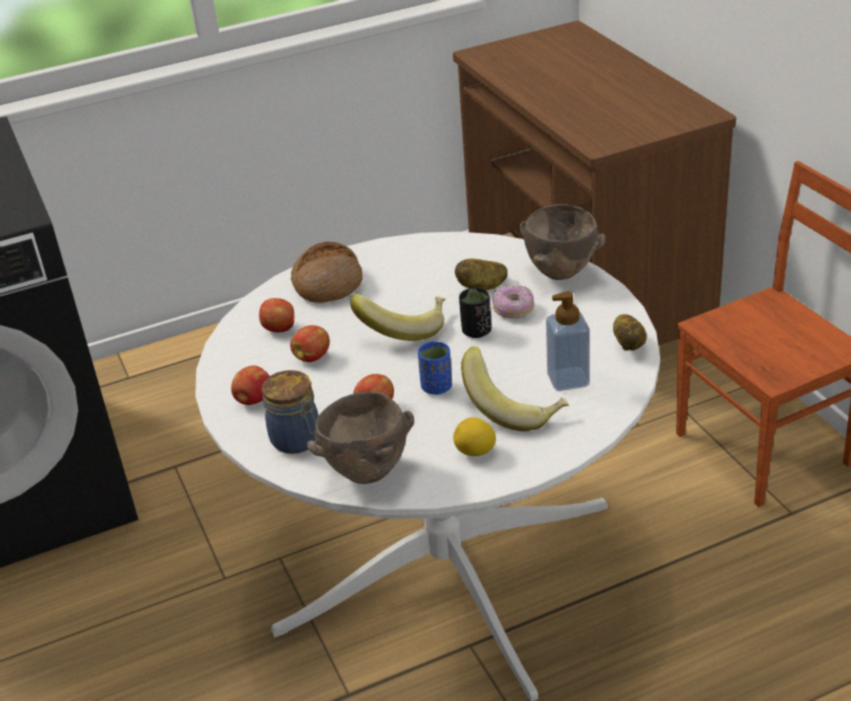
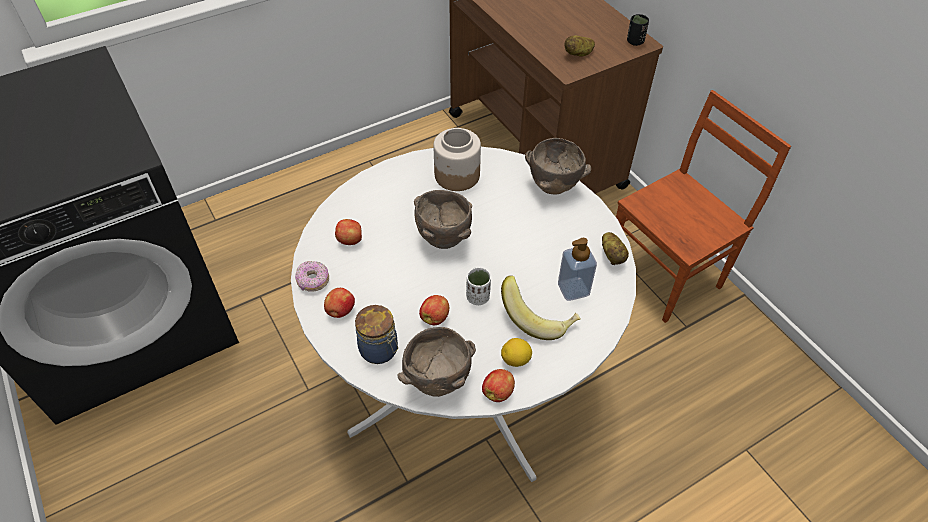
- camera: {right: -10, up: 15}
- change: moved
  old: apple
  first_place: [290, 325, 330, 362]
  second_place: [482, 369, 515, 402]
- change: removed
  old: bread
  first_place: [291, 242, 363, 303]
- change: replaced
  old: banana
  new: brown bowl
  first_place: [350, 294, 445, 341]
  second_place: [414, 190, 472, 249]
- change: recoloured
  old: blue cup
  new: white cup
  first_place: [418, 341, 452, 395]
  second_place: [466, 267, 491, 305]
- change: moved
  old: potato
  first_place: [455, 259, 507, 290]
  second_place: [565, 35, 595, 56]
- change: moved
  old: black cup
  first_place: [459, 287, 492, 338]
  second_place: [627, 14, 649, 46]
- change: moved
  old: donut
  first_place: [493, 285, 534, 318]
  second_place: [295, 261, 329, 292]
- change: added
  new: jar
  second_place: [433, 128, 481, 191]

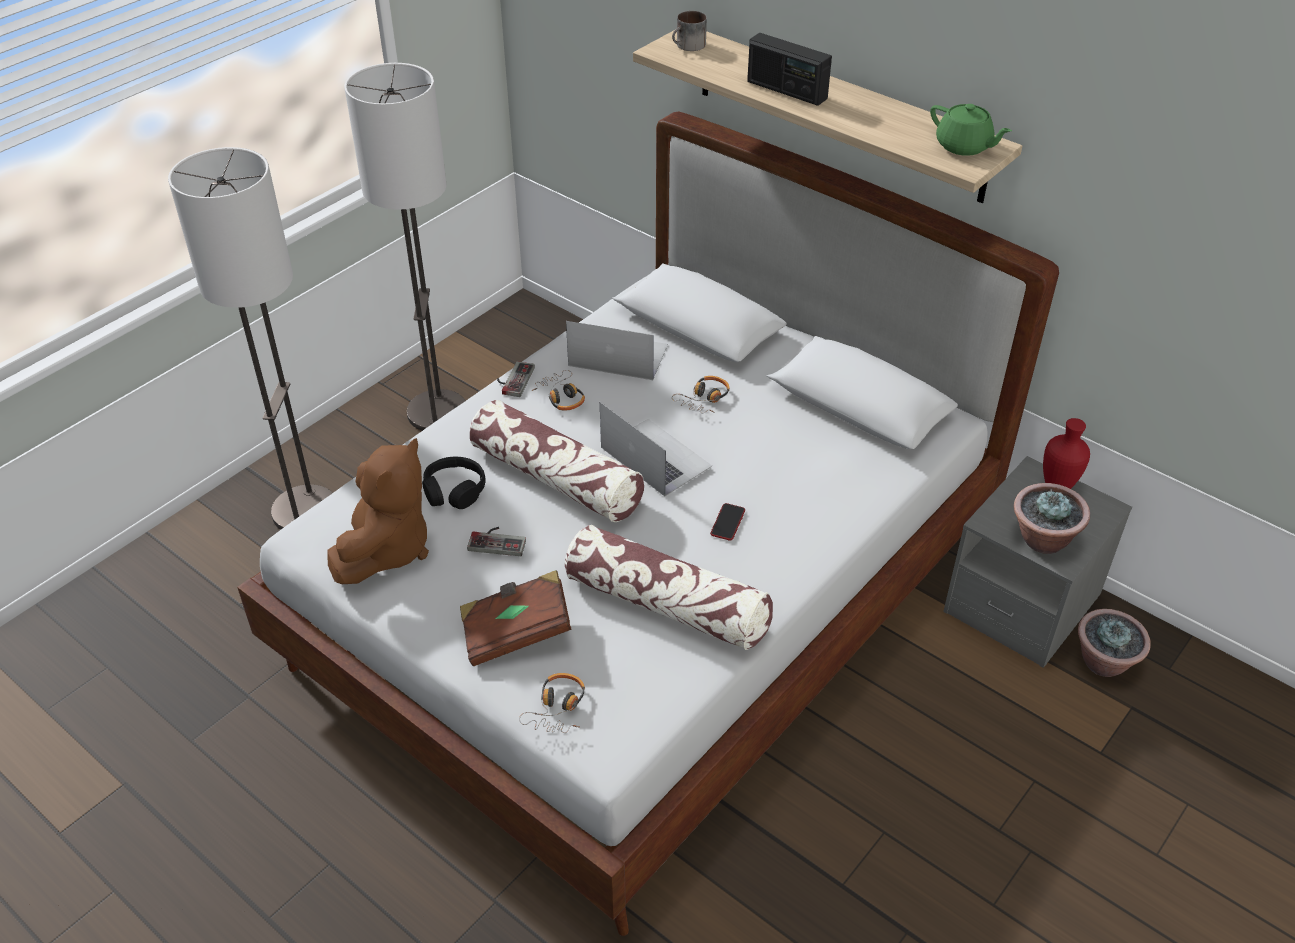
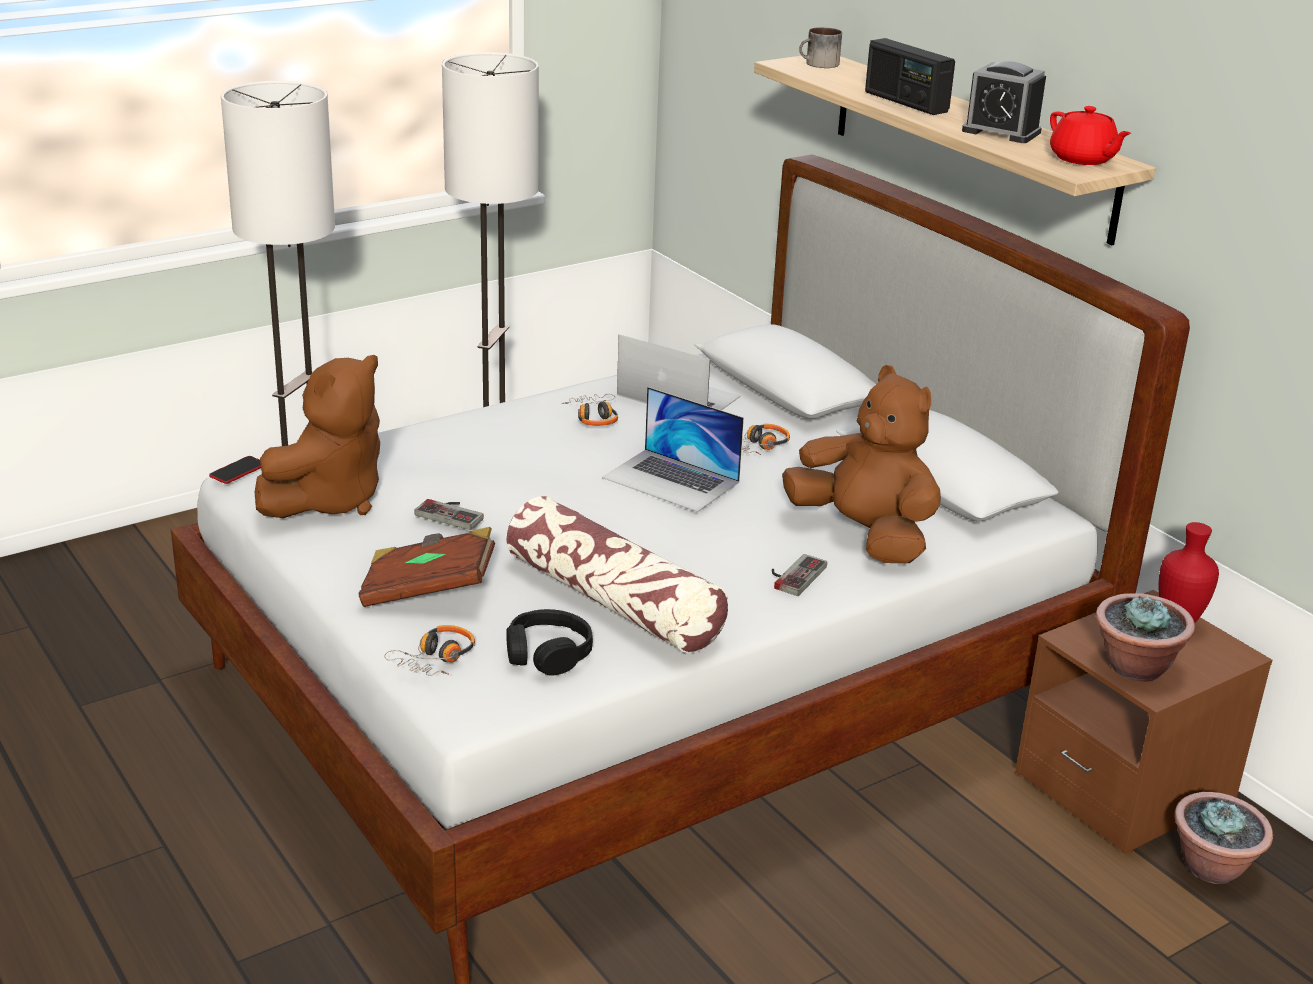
- camera: {right: 15, up: -15}
- change: moved
  old: black headphones
  first_place: [422, 457, 486, 509]
  second_place: [506, 609, 593, 675]
- change: removed
  old: pillow
  first_place: [470, 400, 644, 522]
- change: moved
  old: game controller
  first_place: [497, 361, 535, 397]
  second_place: [772, 554, 827, 596]
- change: turned
  old: laptop
  first_place: [600, 402, 712, 496]
  second_place: [602, 387, 744, 512]
  degrees: 150
- change: moved
  old: phone
  first_place: [710, 503, 745, 541]
  second_place: [209, 456, 261, 484]
- change: recoloured
  old: green teapot
  new: red teapot
  first_place: [930, 104, 1012, 156]
  second_place: [1050, 106, 1131, 165]
- change: recoloured
  old: grey nightstand
  new: brown nightstand
  first_place: [943, 456, 1132, 668]
  second_place: [1015, 590, 1272, 854]
- change: added
  new: brown plush toy
  second_place: [782, 365, 941, 563]
- change: added
  new: alarm clock
  second_place: [962, 61, 1046, 143]

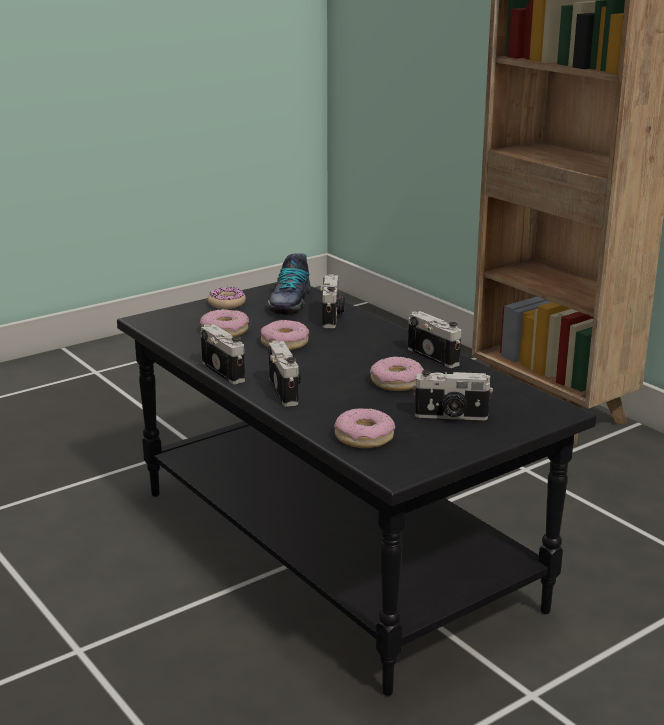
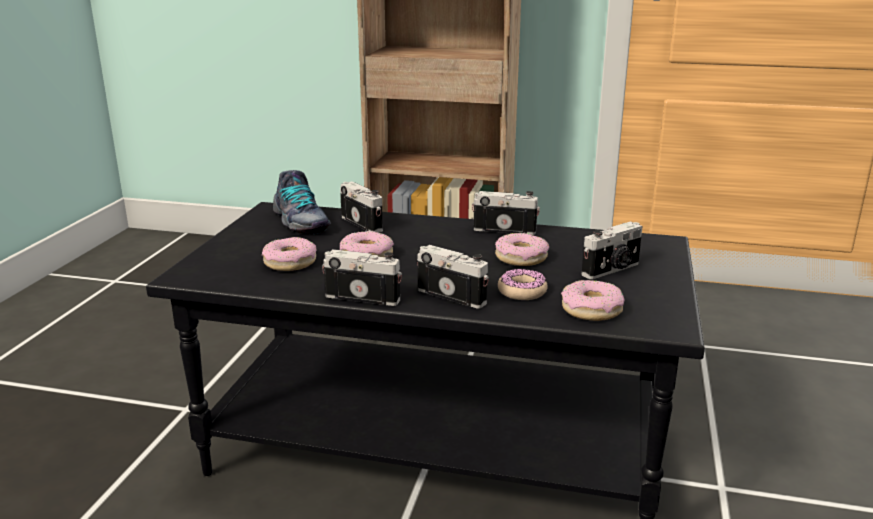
- camera: {right: -40, up: 0}
- change: moved
  old: donut
  first_place: [208, 287, 246, 309]
  second_place: [498, 268, 548, 300]

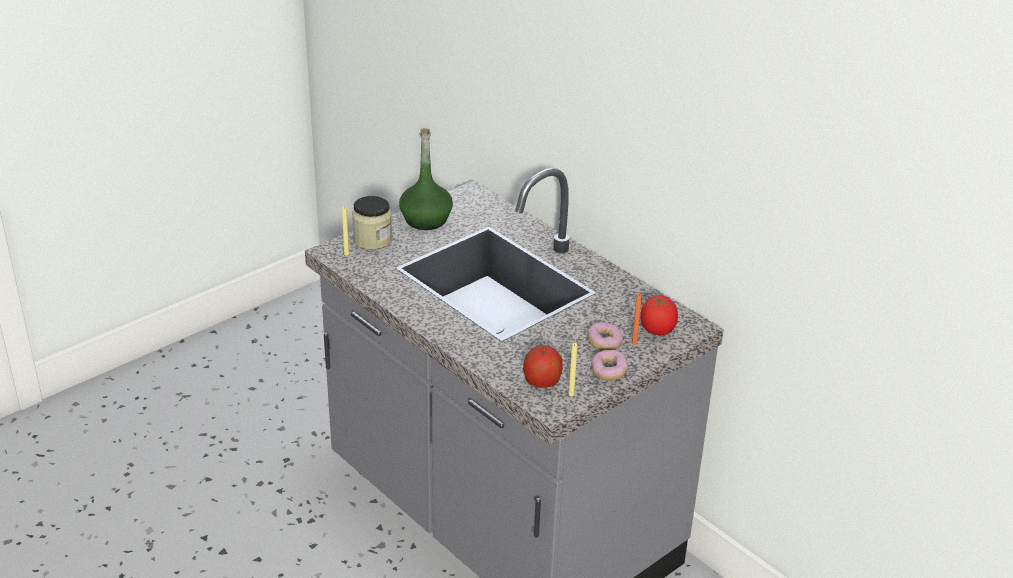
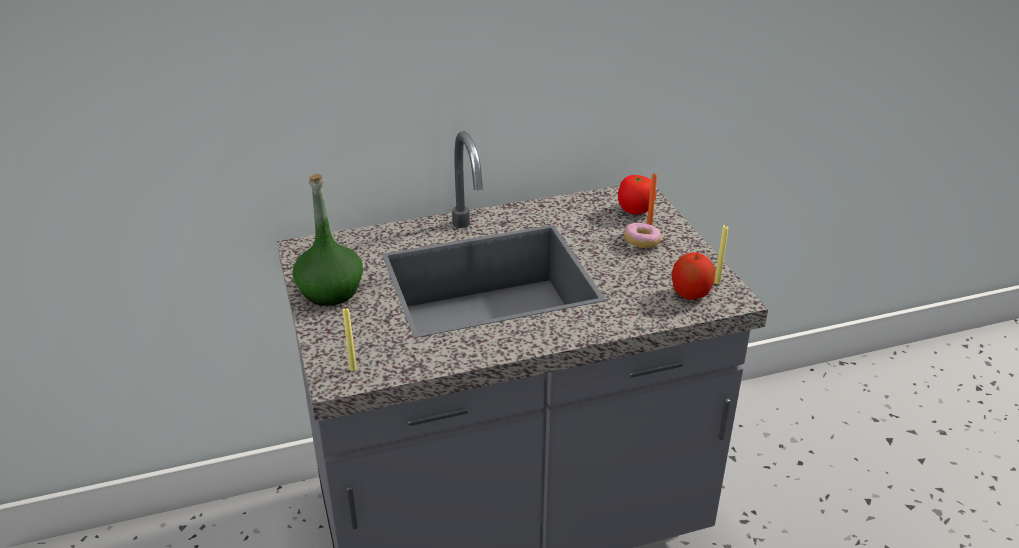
- camera: {right: -65, up: 0}
- change: removed
  old: jar
  first_place: [352, 196, 392, 250]
- change: removed
  old: donut
  first_place: [591, 350, 628, 381]

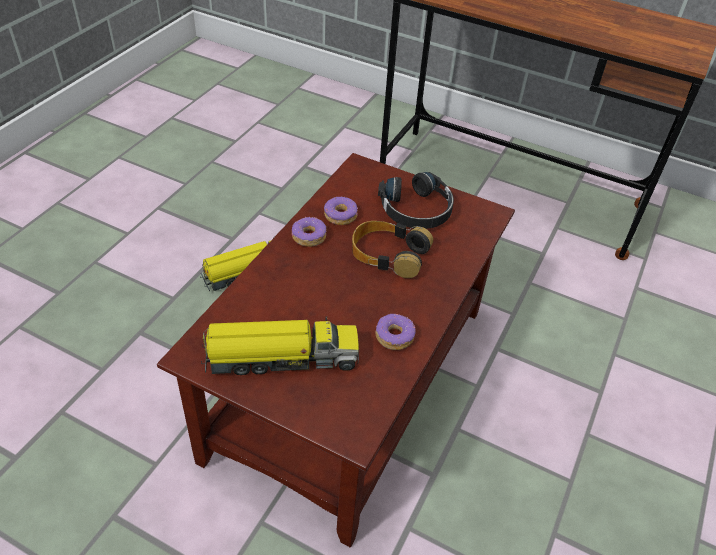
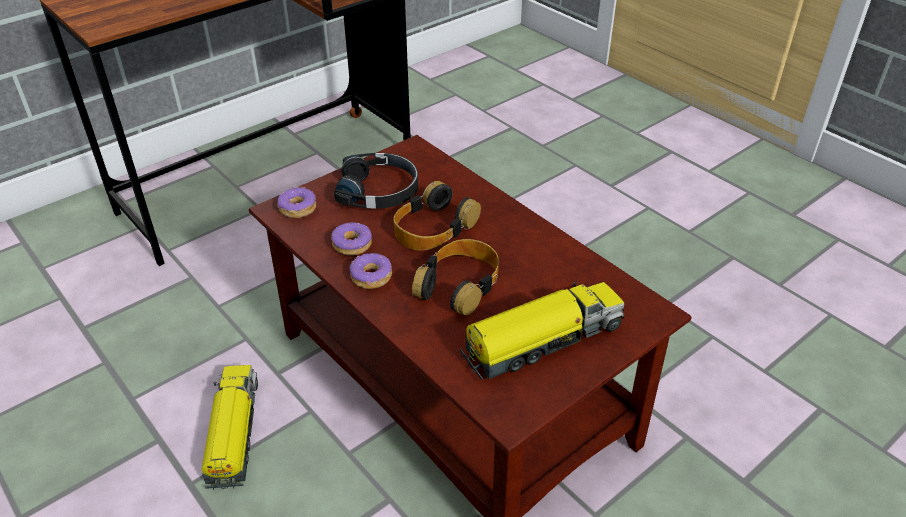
- camera: {right: -65, up: -5}
- change: turned
  old: toy truck
  first_place: [201, 317, 359, 375]
  second_place: [460, 281, 624, 380]
  degrees: 45
- change: moved
  old: donut
  first_place: [375, 314, 416, 350]
  second_place: [277, 187, 316, 218]
- change: added
  new: headphones
  second_place: [412, 239, 499, 315]

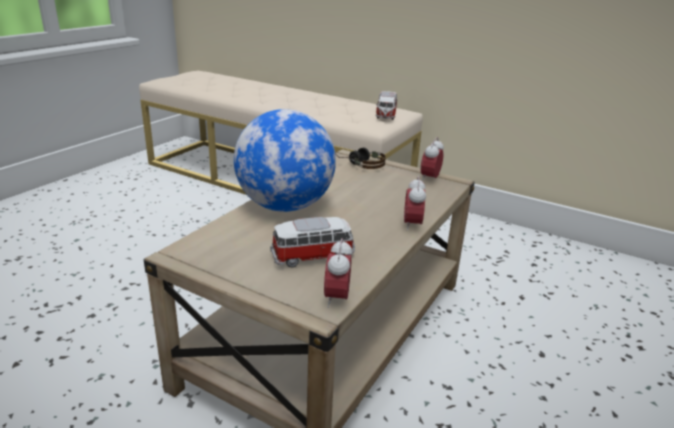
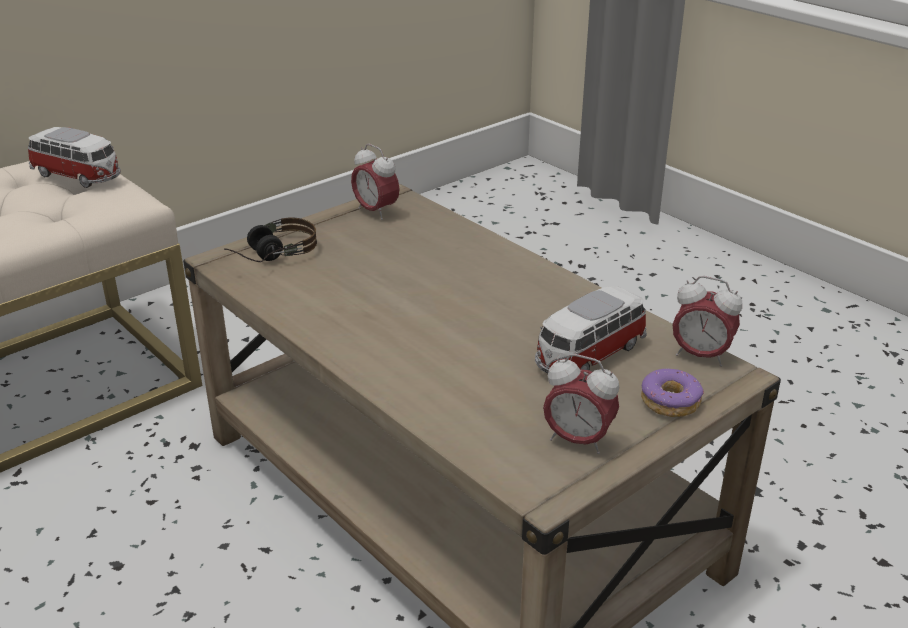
- camera: {right: -70, up: 5}
- change: removed
  old: globe
  first_place: [234, 109, 336, 212]
- change: turned
  old: toy car
  first_place: [270, 217, 355, 268]
  second_place: [535, 286, 647, 374]
  degrees: -135
- change: moved
  old: alarm clock
  first_place: [404, 176, 426, 231]
  second_place: [543, 354, 619, 454]
- change: added
  new: donut
  second_place: [641, 368, 704, 417]

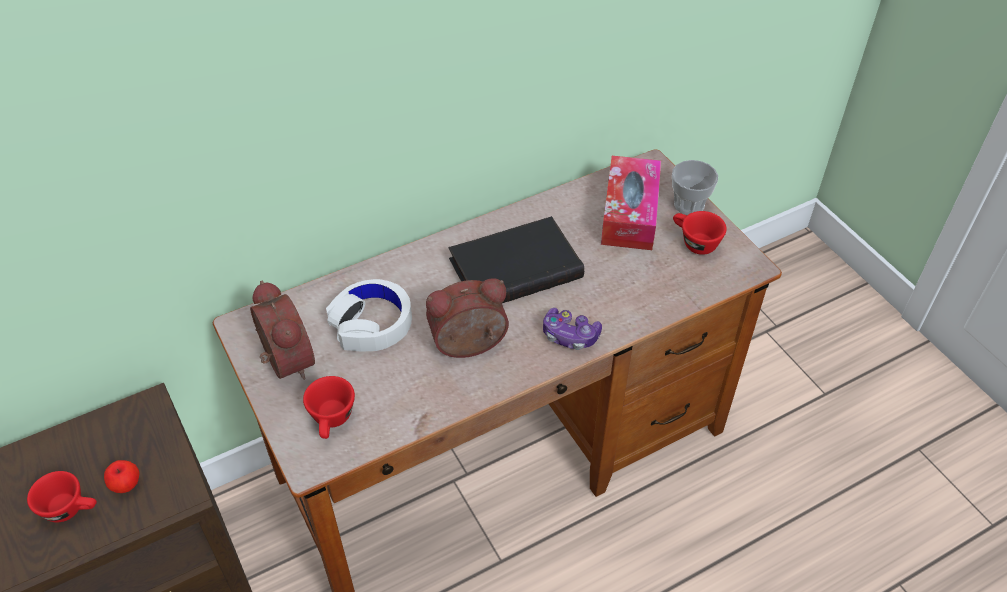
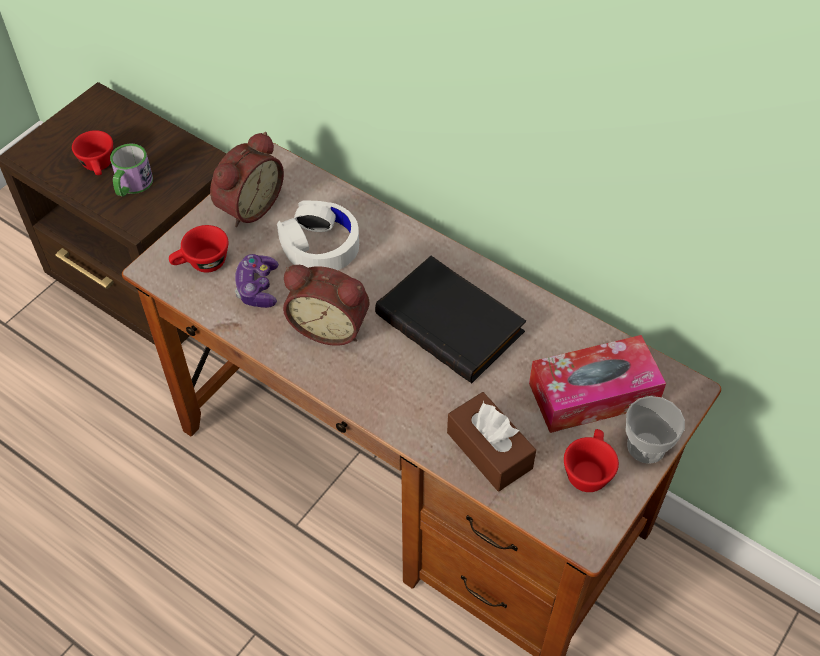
- camera: {right: 65, up: 5}
- change: replaced
  old: apple
  new: mug
  first_place: [104, 460, 140, 493]
  second_place: [110, 143, 153, 196]
- change: turned
  old: alarm clock
  first_place: [426, 278, 509, 358]
  second_place: [283, 265, 370, 346]
  degrees: 150
- change: moved
  old: game controller
  first_place: [543, 308, 602, 350]
  second_place: [235, 254, 279, 308]
- change: added
  new: brown tissue box
  second_place: [447, 392, 536, 491]

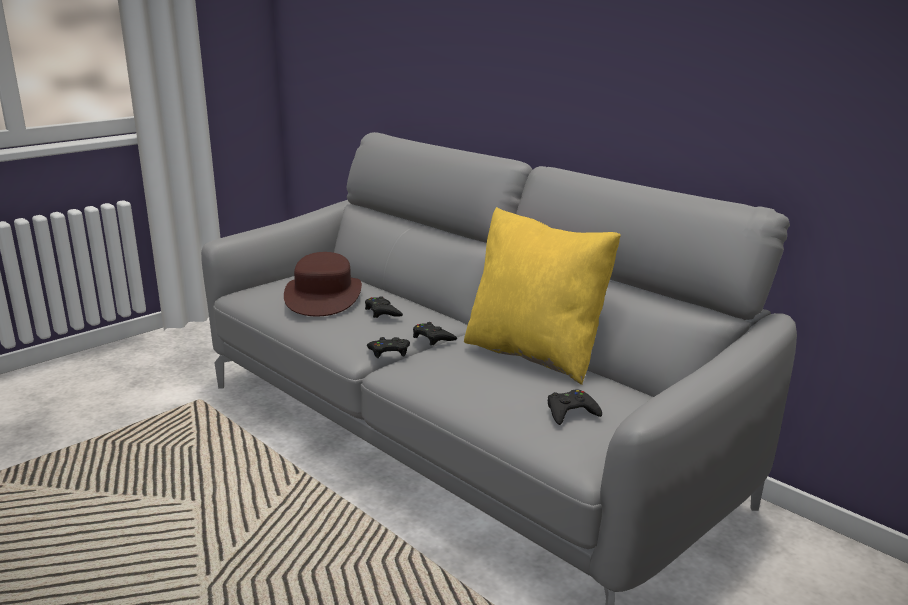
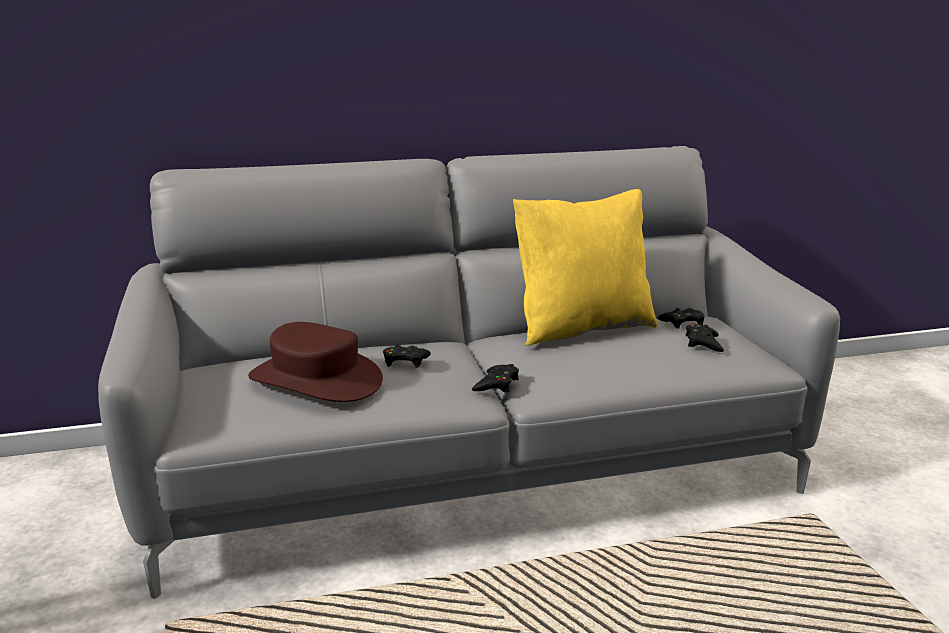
- camera: {right: -60, up: 0}
- change: moved
  old: black game controller
  first_place: [413, 322, 457, 345]
  second_place: [658, 308, 705, 328]

